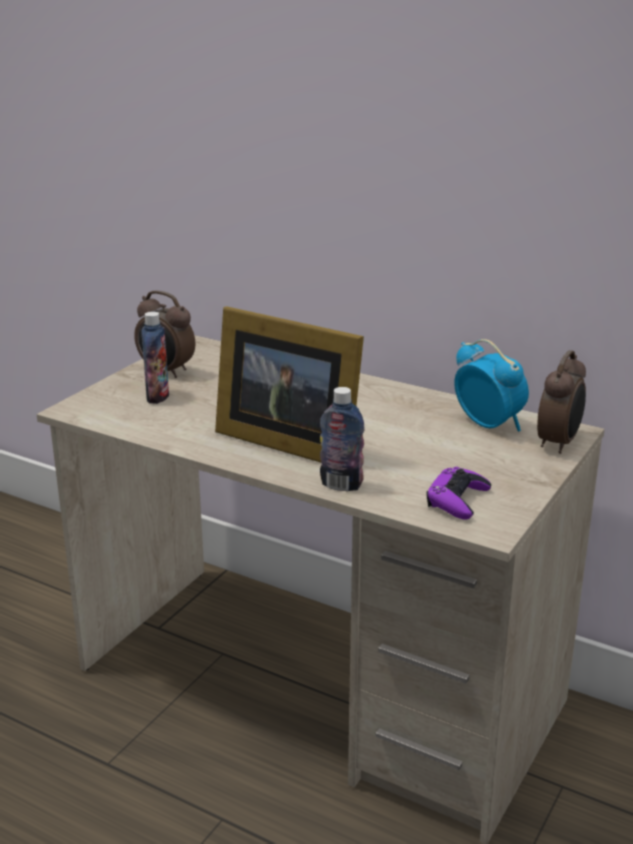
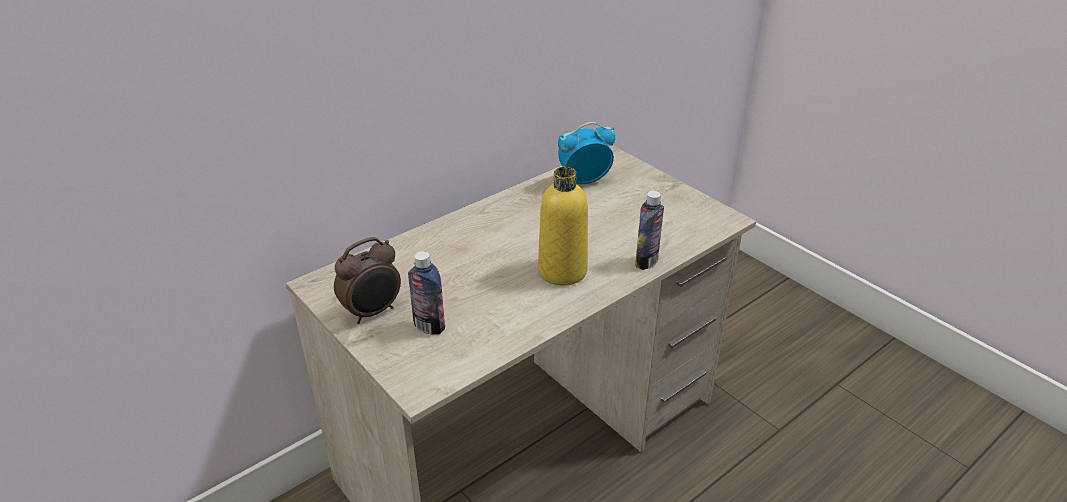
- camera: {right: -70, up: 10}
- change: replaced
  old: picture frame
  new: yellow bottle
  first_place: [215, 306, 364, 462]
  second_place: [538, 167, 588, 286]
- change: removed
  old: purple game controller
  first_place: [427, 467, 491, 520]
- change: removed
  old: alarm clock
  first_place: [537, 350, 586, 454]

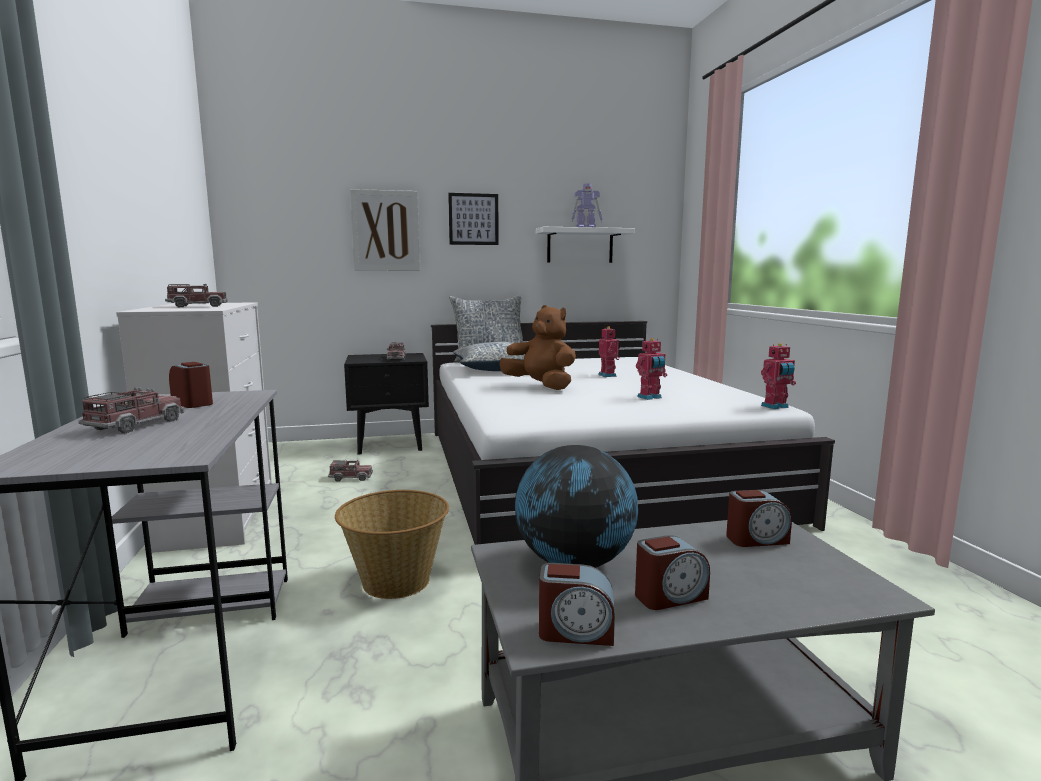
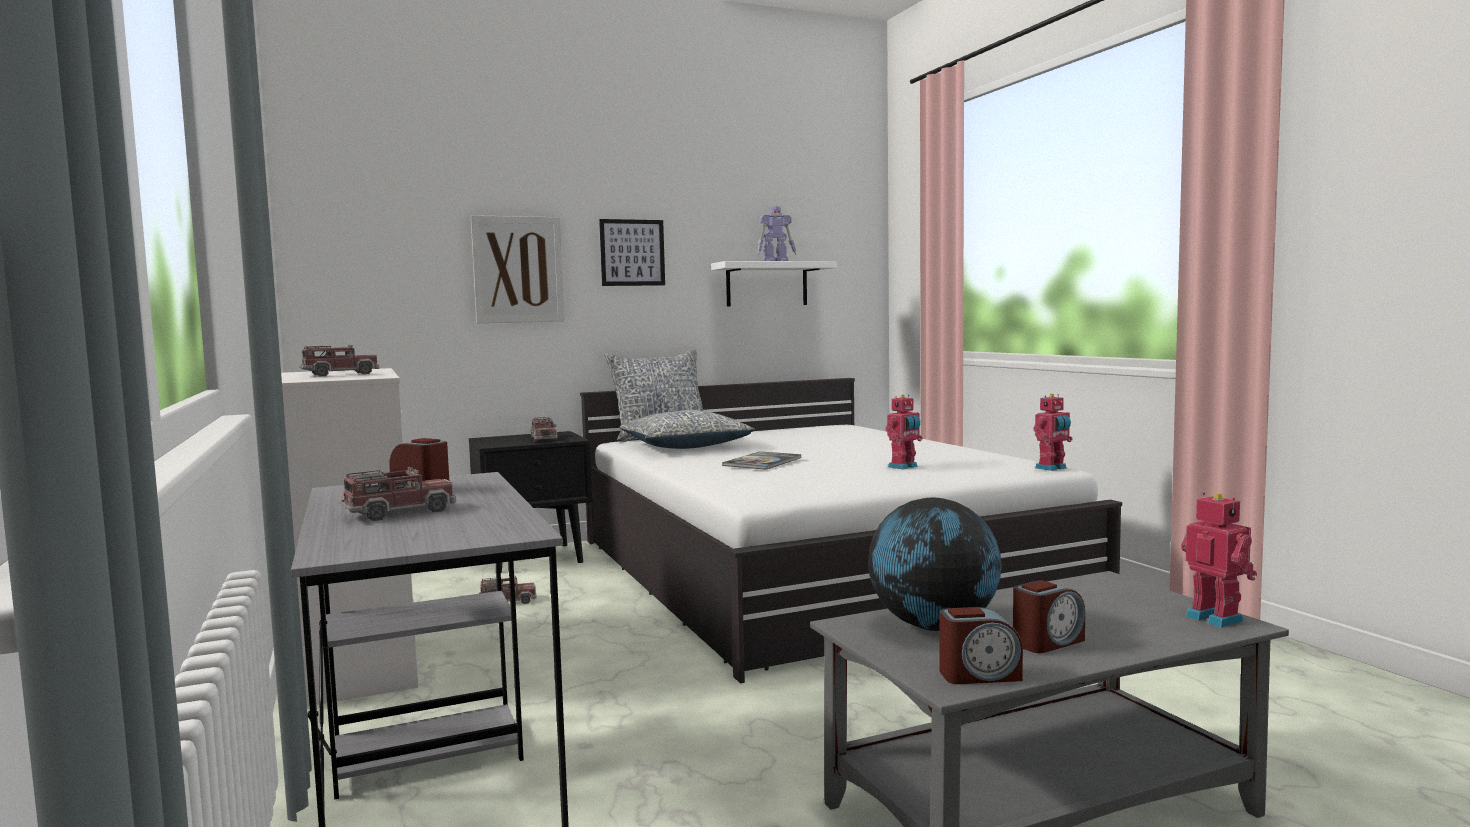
- camera: {right: -10, up: -5}
- change: turned
  old: toy truck
  first_place: [78, 387, 184, 433]
  second_place: [339, 467, 456, 521]
  degrees: 45
- change: removed
  old: basket
  first_place: [335, 490, 449, 599]
- change: replaced
  old: brown plush toy
  new: book
  first_place: [500, 305, 576, 390]
  second_place: [722, 451, 802, 470]
- change: moved
  old: toy robot
  first_place: [598, 327, 620, 377]
  second_place: [1181, 492, 1257, 628]
- change: removed
  old: alarm clock
  first_place: [726, 490, 792, 547]

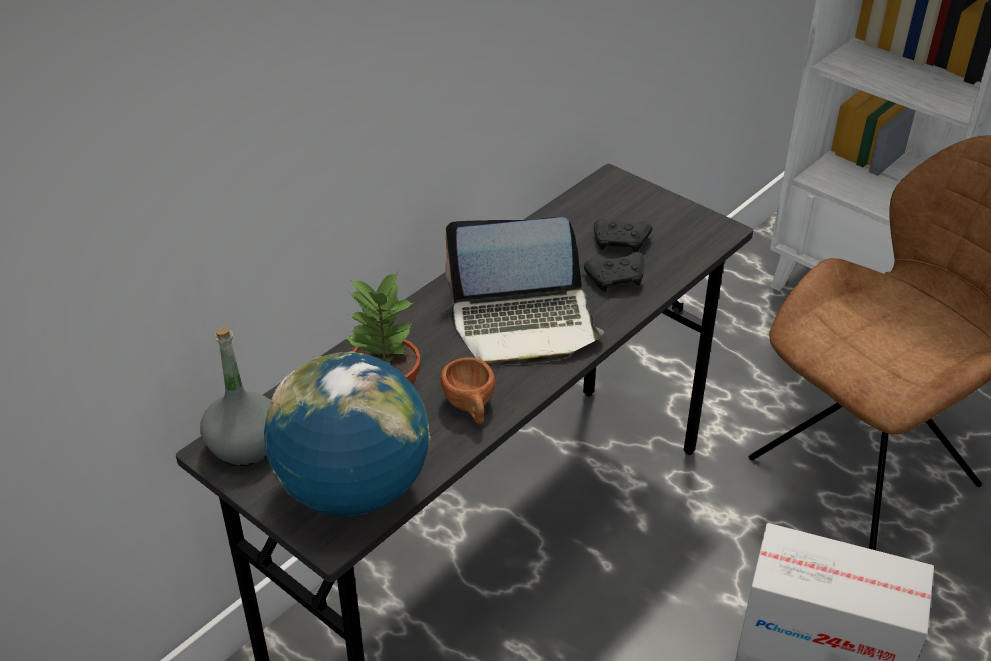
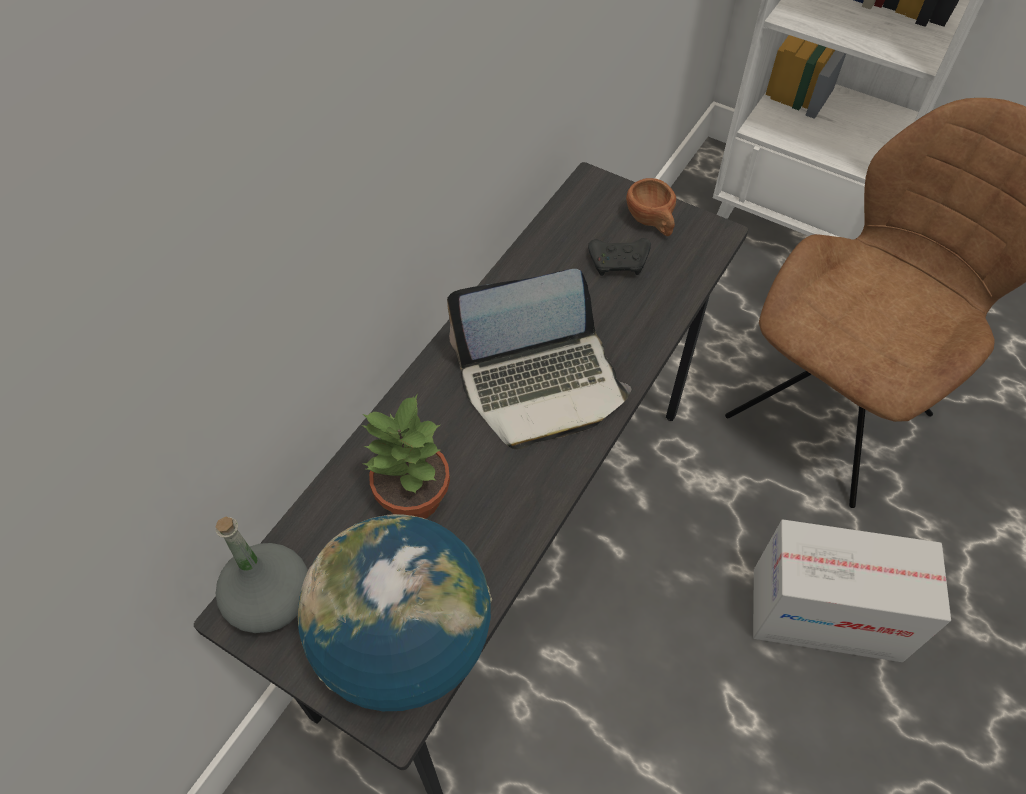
- camera: {right: -10, up: 15}
- change: moved
  old: brown cup
  first_place: [440, 357, 495, 424]
  second_place: [626, 178, 676, 236]
- change: removed
  old: black game controller
  first_place: [584, 252, 644, 292]

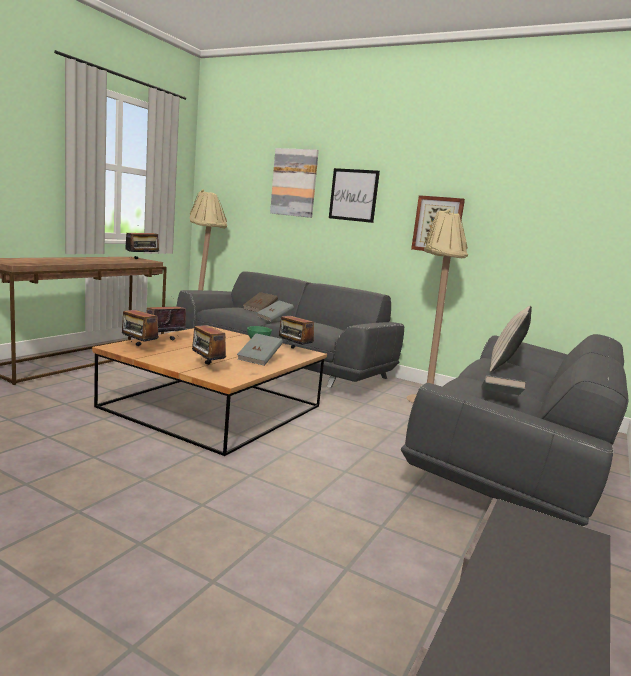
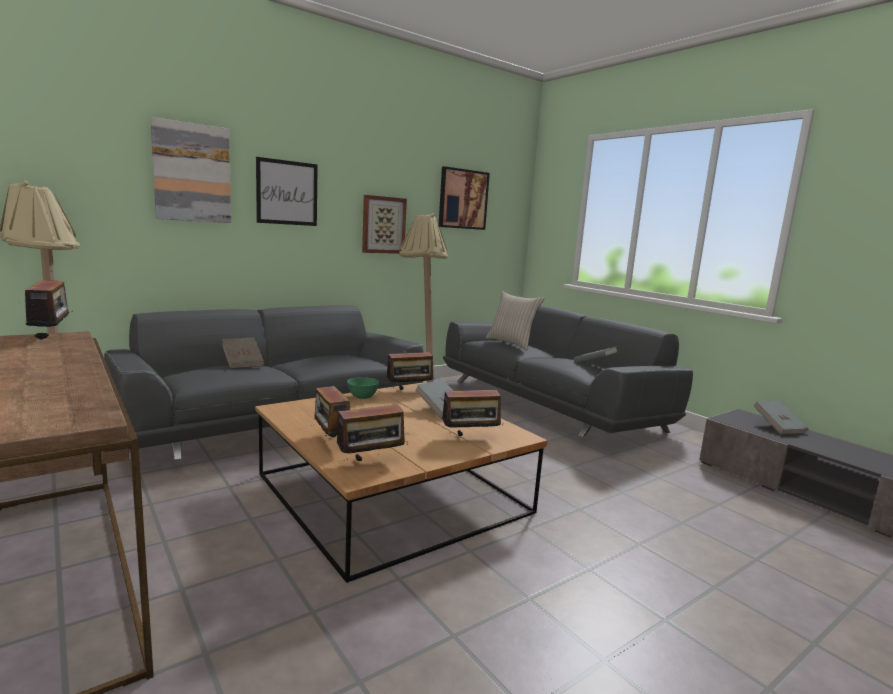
- camera: {right: -65, up: 0}
- change: moved
  old: grey book
  first_place: [257, 300, 294, 322]
  second_place: [753, 401, 809, 434]
- change: added
  new: picture
  second_place: [438, 166, 490, 230]

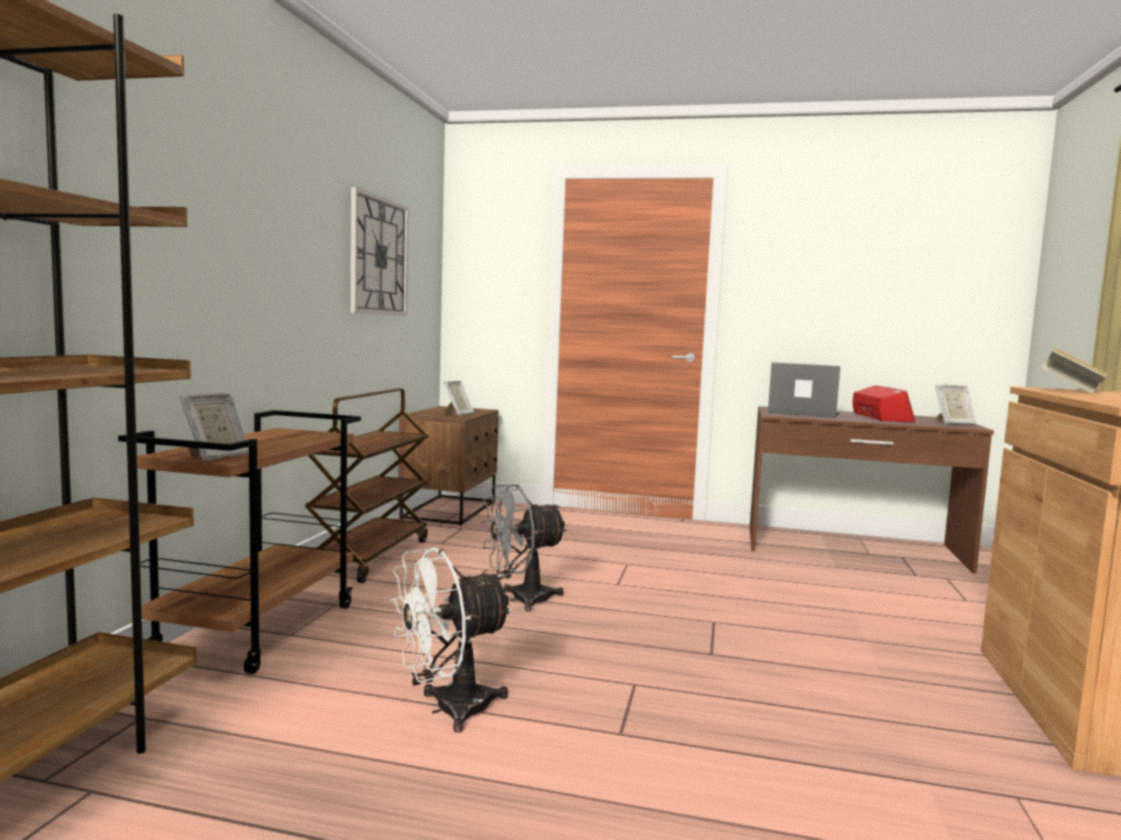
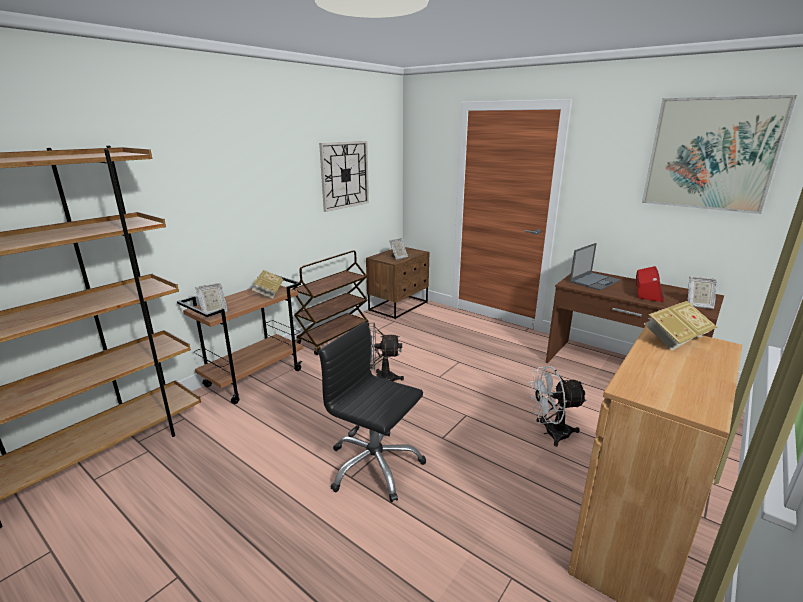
- camera: {right: 25, up: 15}
- change: moved
  old: white fan
  first_place: [390, 547, 513, 733]
  second_place: [528, 366, 587, 447]
- change: turned
  old: laptop
  first_place: [768, 362, 840, 418]
  second_place: [570, 243, 621, 291]
  degrees: 90
- change: added
  new: book
  second_place: [252, 270, 284, 299]
- change: added
  new: black office chair
  second_place: [319, 322, 426, 502]
- change: added
  new: picture
  second_place: [642, 95, 797, 214]

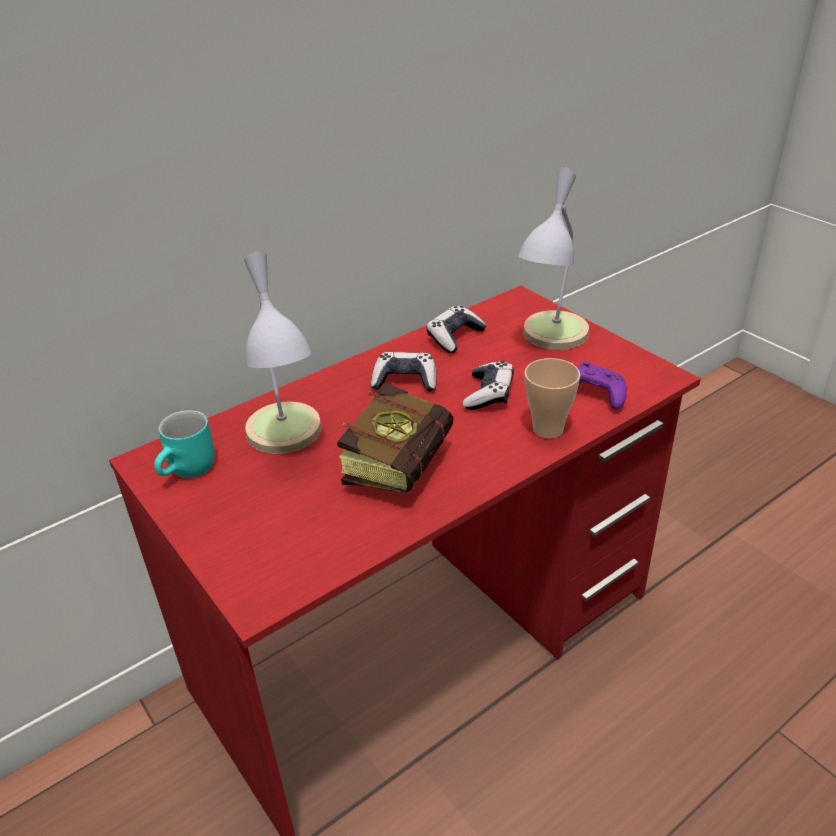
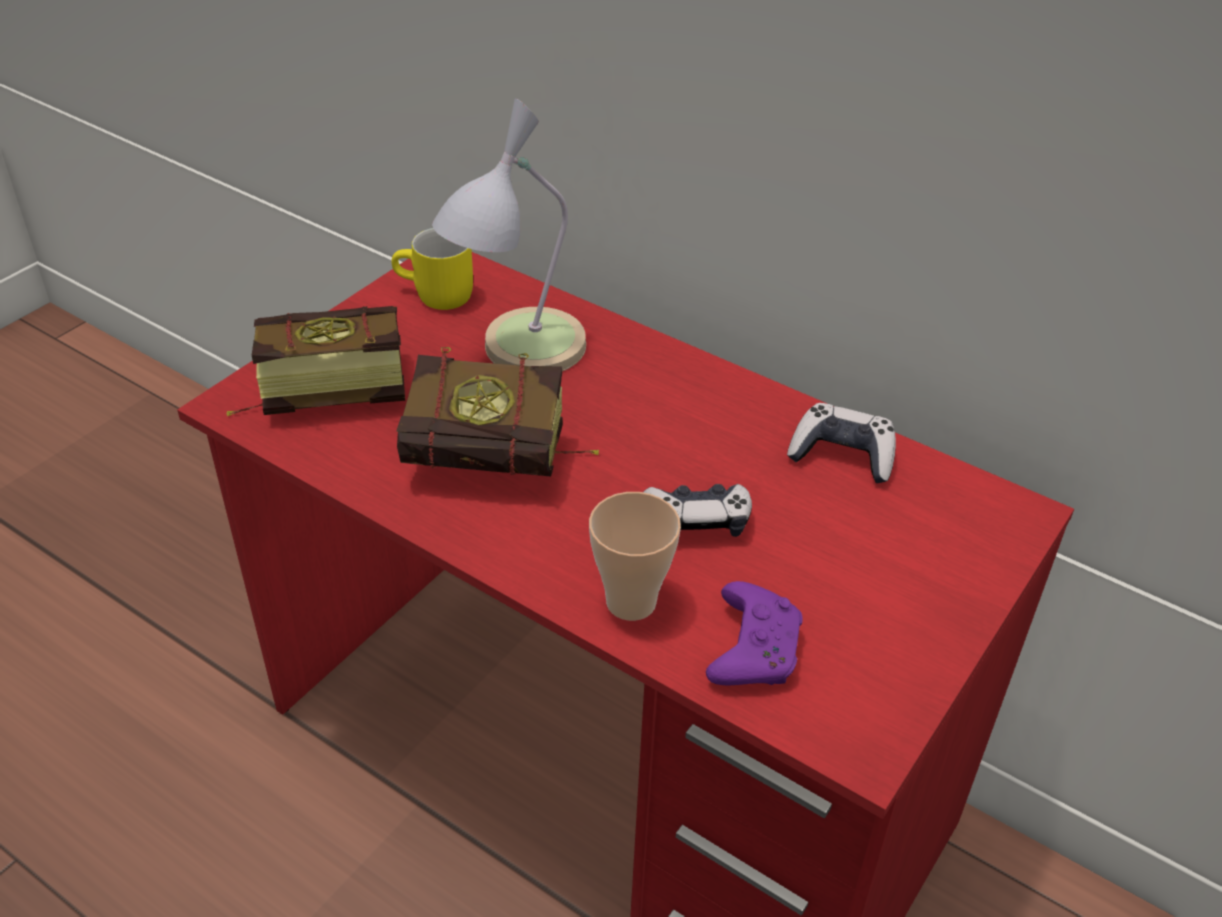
- camera: {right: 70, up: 5}
- change: recoloured
  old: turquoise mug
  new: yellow mug
  first_place: [154, 410, 215, 478]
  second_place: [392, 228, 473, 310]
- change: removed
  old: game controller
  first_place: [371, 352, 437, 392]
- change: removed
  old: table lamp
  first_place: [518, 167, 589, 350]
- change: added
  new: book
  second_place: [226, 306, 405, 416]

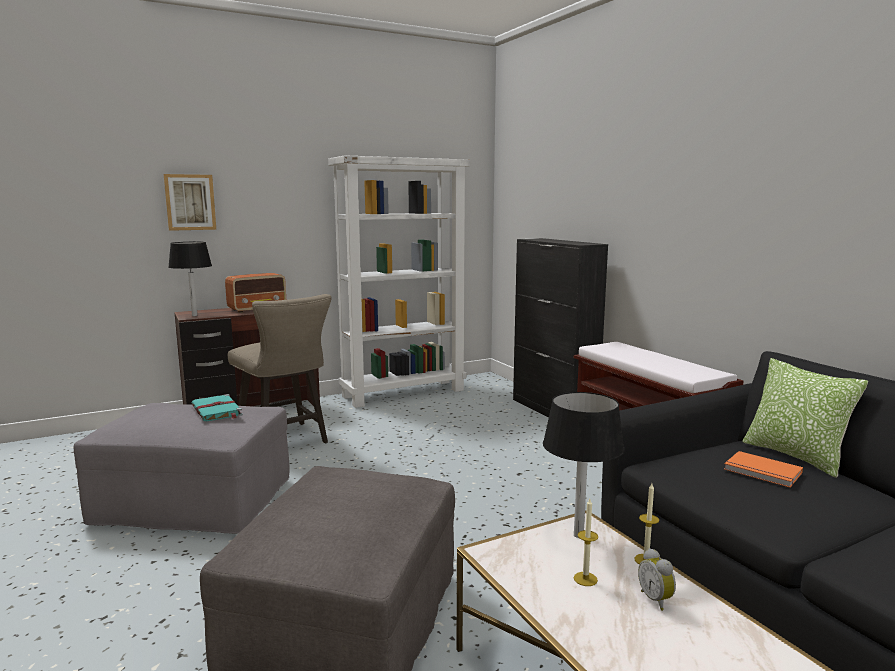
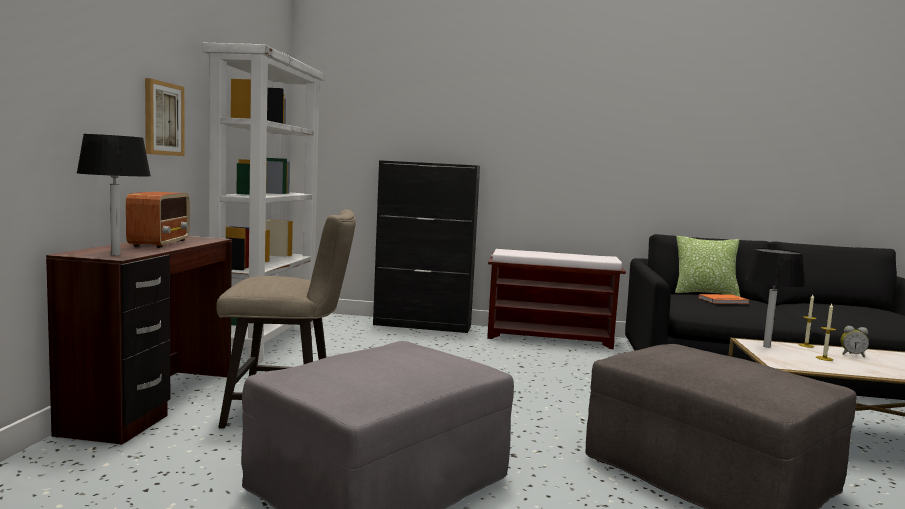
- camera: {right: -55, up: -5}
- change: moved
  old: picture
  first_place: [164, 174, 216, 231]
  second_place: [145, 78, 184, 156]
- change: removed
  old: turquoise book
  first_place: [192, 394, 243, 421]

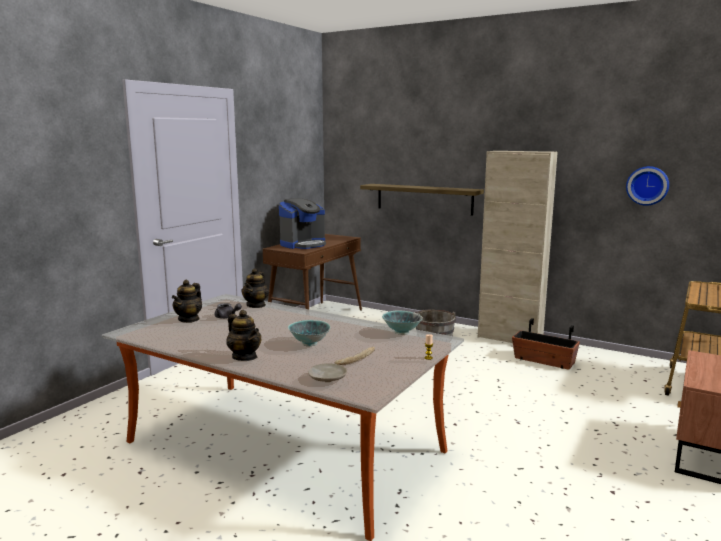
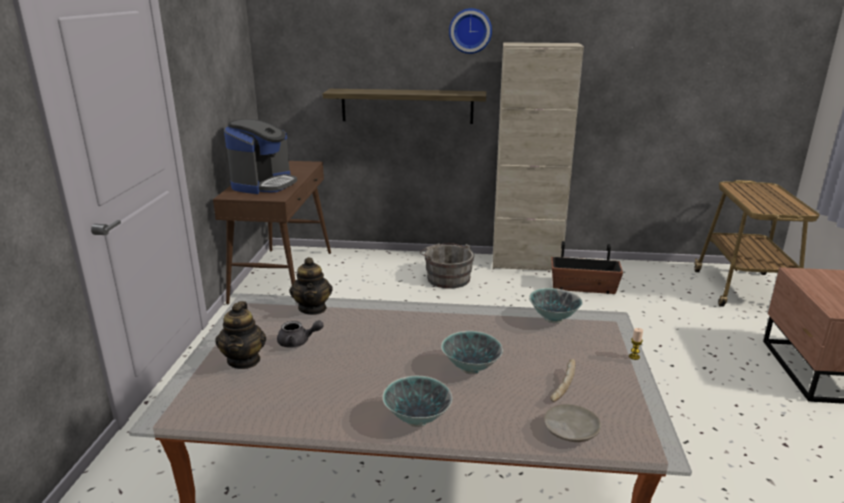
- camera: {right: -25, up: 10}
- change: replaced
  old: teapot
  new: bowl
  first_place: [226, 310, 261, 361]
  second_place: [382, 375, 453, 427]
- change: moved
  old: wall clock
  first_place: [626, 166, 669, 206]
  second_place: [449, 8, 492, 54]

